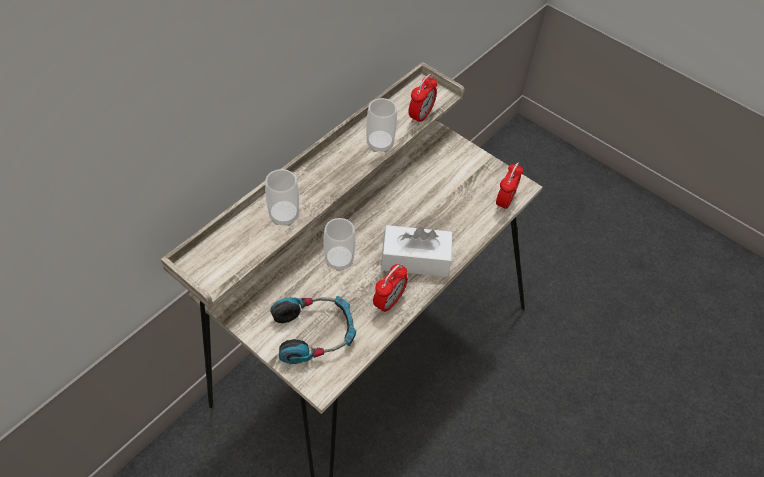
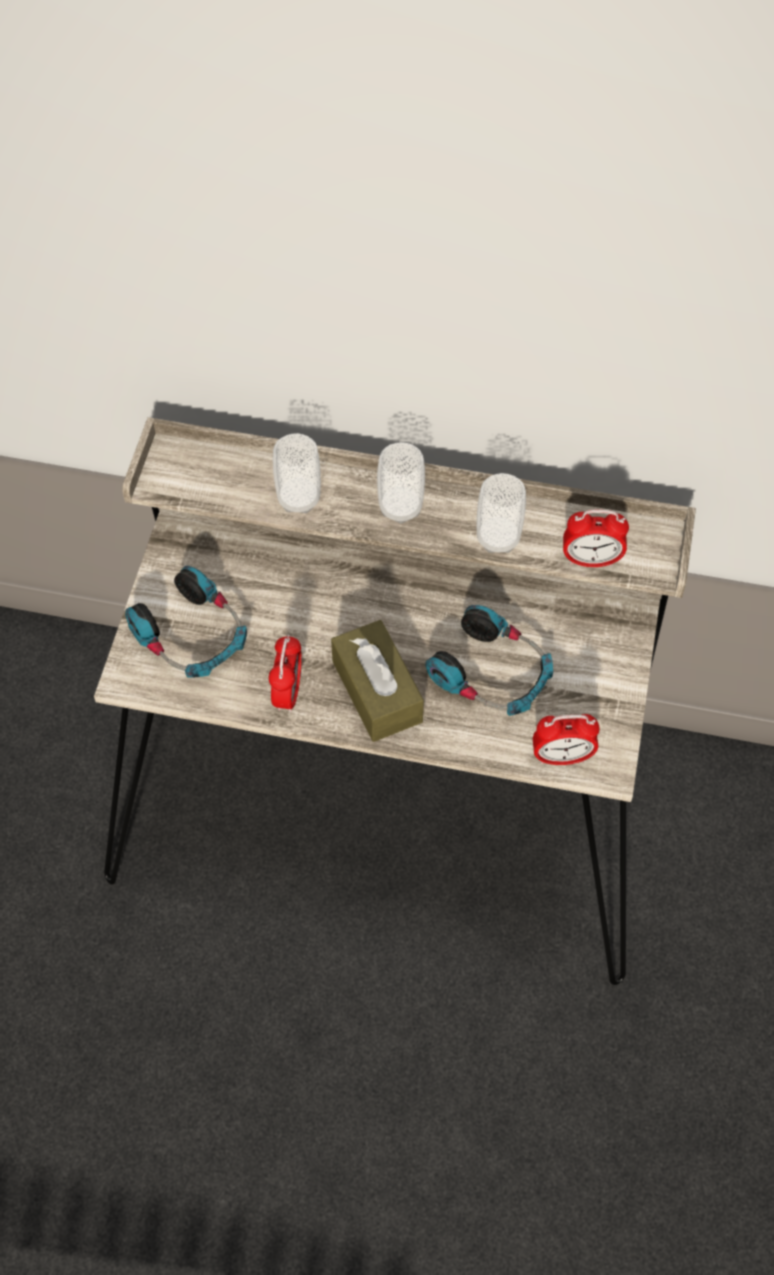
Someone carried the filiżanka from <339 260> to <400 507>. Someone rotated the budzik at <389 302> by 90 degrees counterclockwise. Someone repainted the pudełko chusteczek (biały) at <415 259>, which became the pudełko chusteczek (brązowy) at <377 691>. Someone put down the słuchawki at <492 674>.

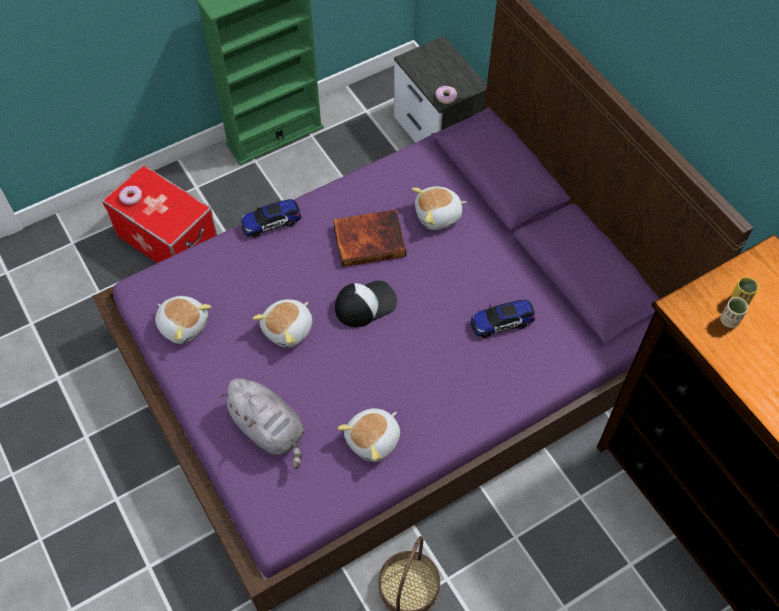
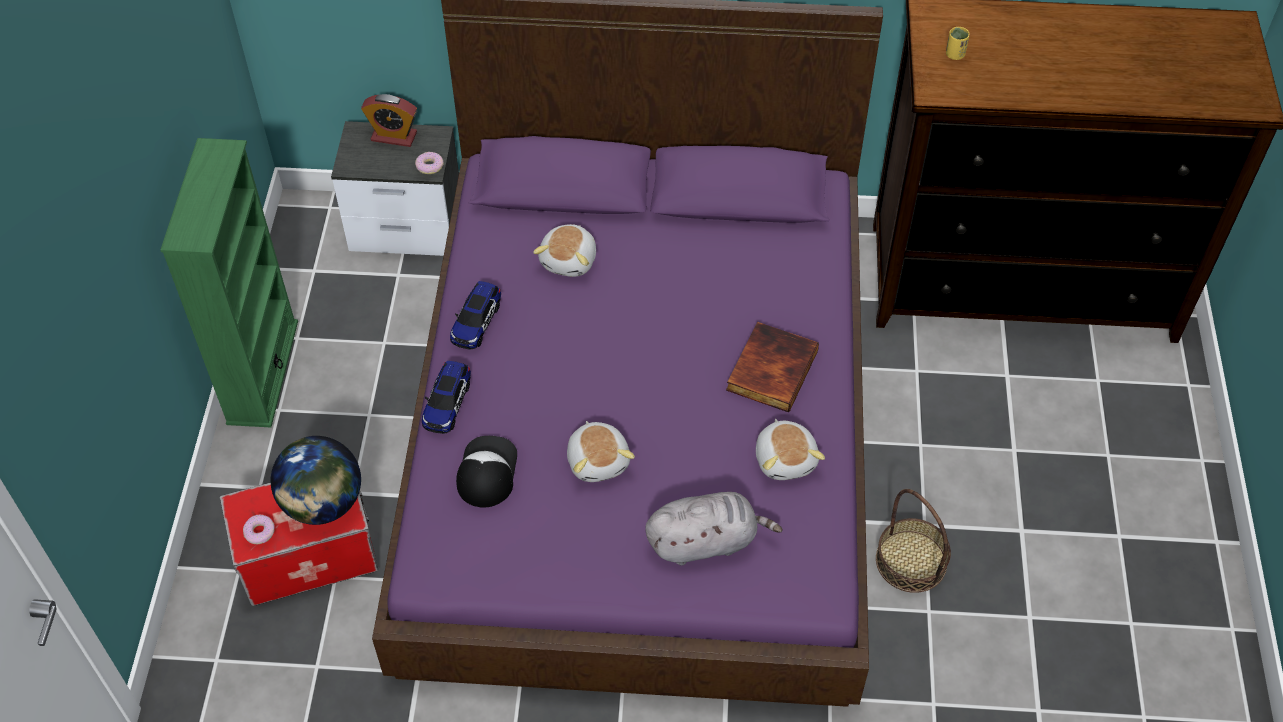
Someone took away the pluszak at <183 324>. Someone carried the książka from <369 239> to <770 369>. Someone carried the czapka z daszkiem from <365 304> to <486 472>. Someone carried the samochodzik from <501 322> to <476 322>. Someone took away the filiżanka (beżowy) at <729 320>. Someone put down the globus at <323 504>. Someone put down the budzik at <394 136>.

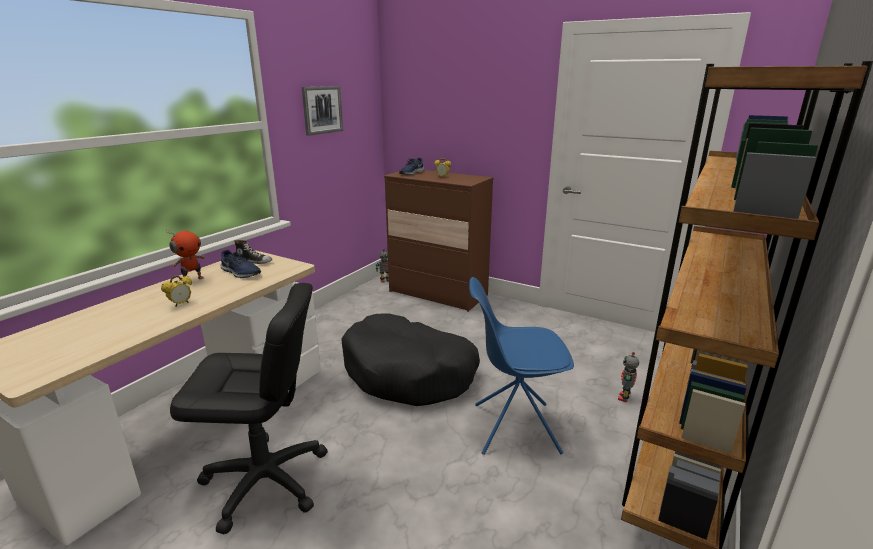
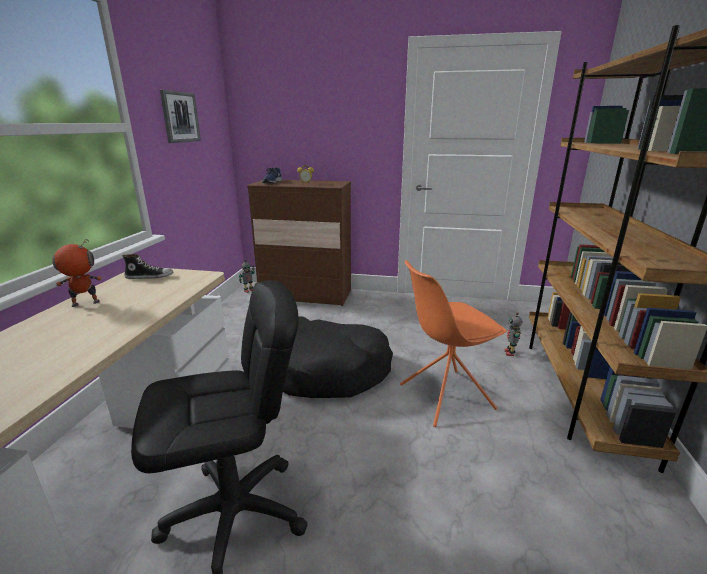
Someone took away the budzik at <181 304>. Someone rotated the robot zabawkowy at <192 280> by 135 degrees counterclockwise. Someone took away the but (niebieski) at <240 273>. Someone repainted the krzesło (niebieski) at <513 428>, which became the krzesło (pomarańczowy) at <444 397>.

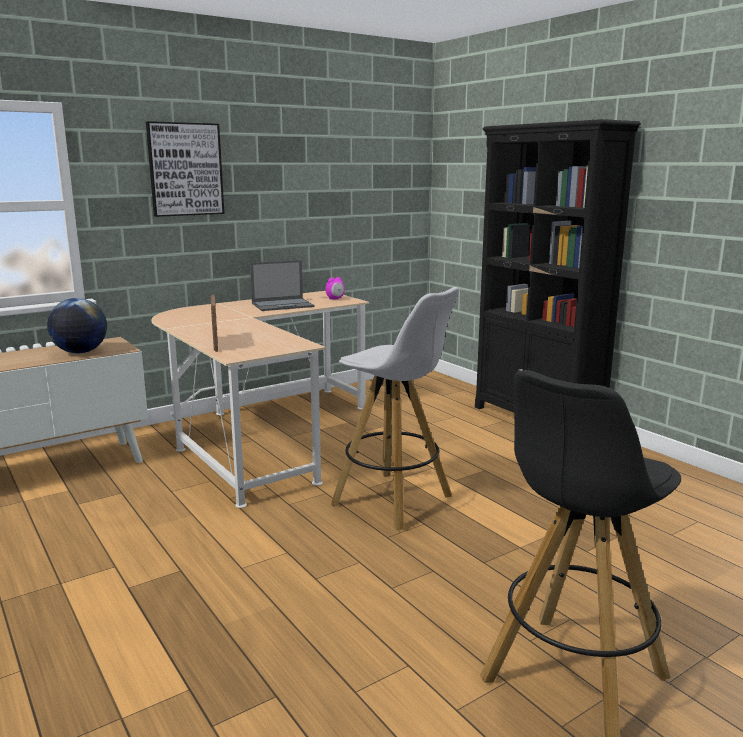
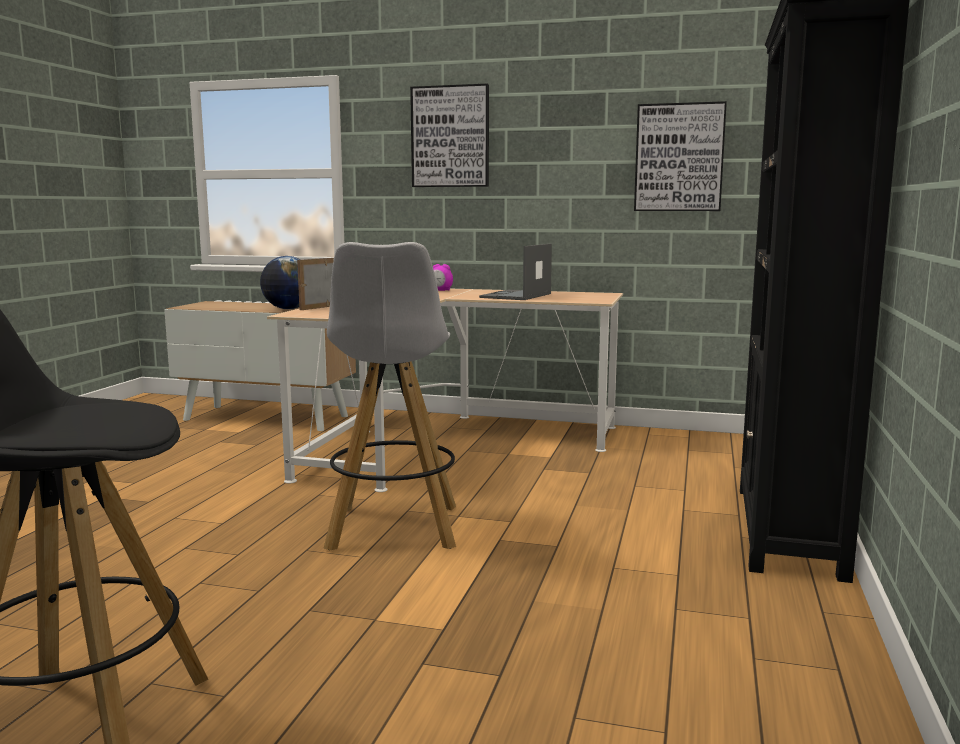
Someone rotated the laptop at <283 305> by 90 degrees clockwise. Someone carried the budzik from <335 299> to <441 290>. Someone put up the obraz at <679 158>.

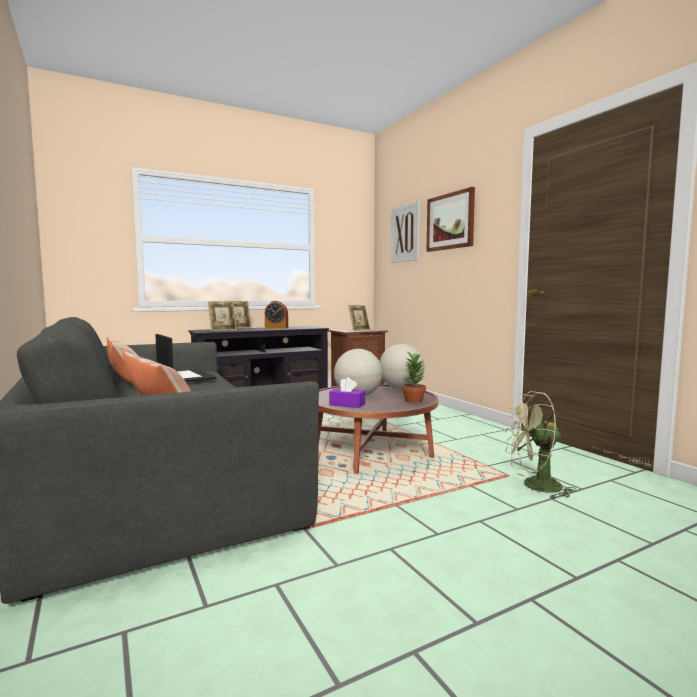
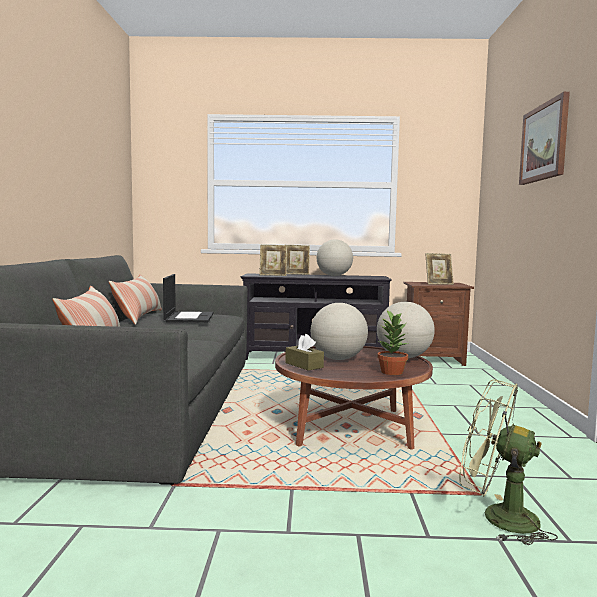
Someone swapped the budzik at <276 328> for the globus at <334 276>. Someone repainted the pudełko chusteczek (fioletowy) at <347 404>, which became the pudełko chusteczek (brązowy) at <304 365>. Someone took away the obraz at <405 233>.

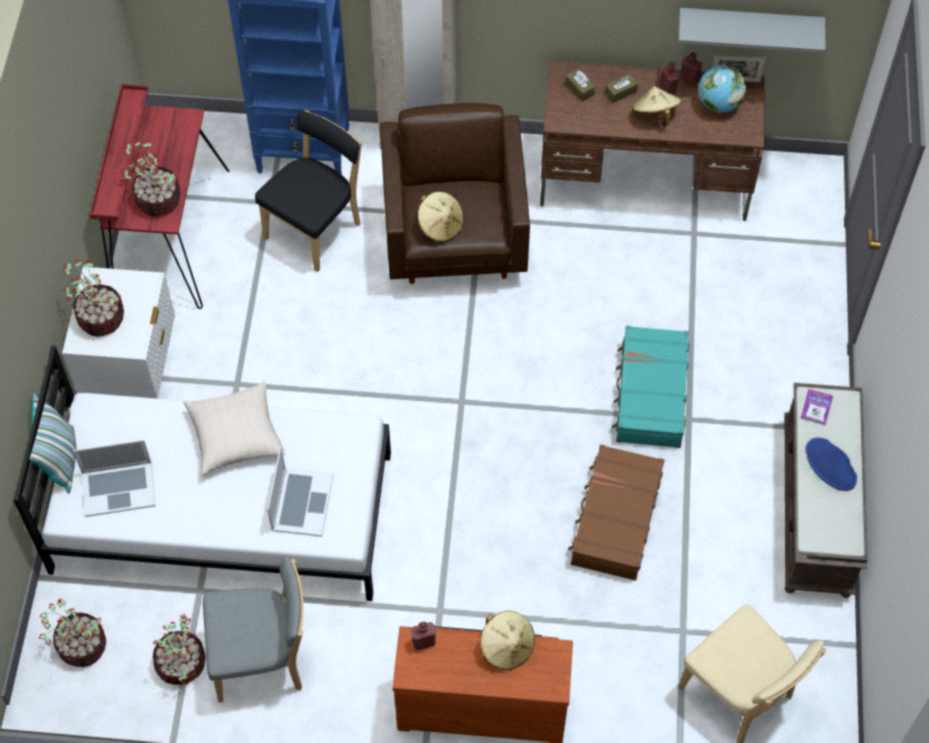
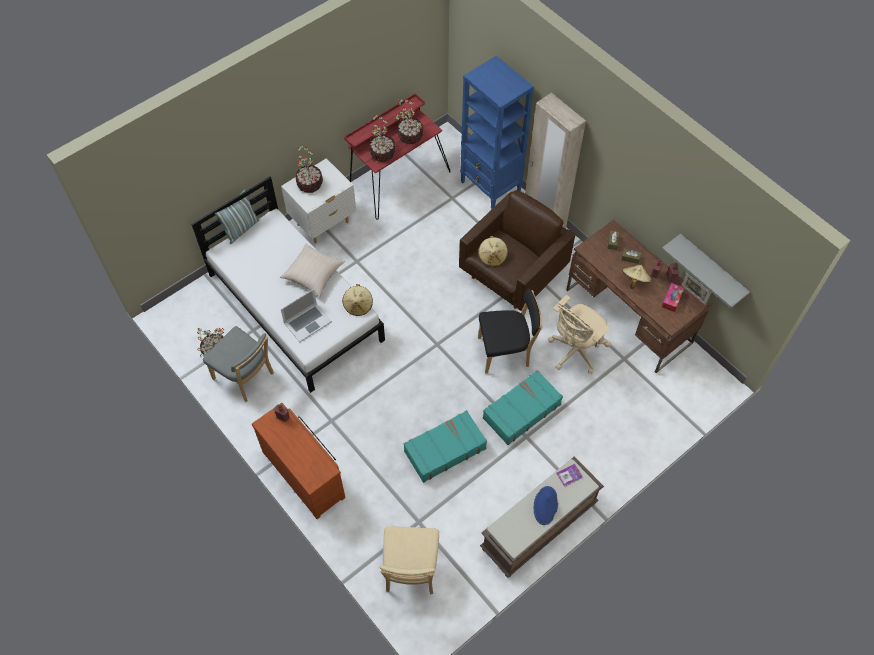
Someone carried the roślina doniczkowa from <80 646> to <409 135>. Someone took away the laptop at <118 488>. Someone carried the krzesło (czarny) from <316 228> to <506 352>. Someone carried the kapelusz (beżowy) from <507 647> to <358 305>. Someone repainted the walizka (brązowy) at <615 519>, which became the walizka (turkusowy) at <444 449>. Someone swapped the globus at <718 104> for the pudełko chusteczek at <672 299>. Someone put down the krzesło biurowe (beżowy) at <575 351>.

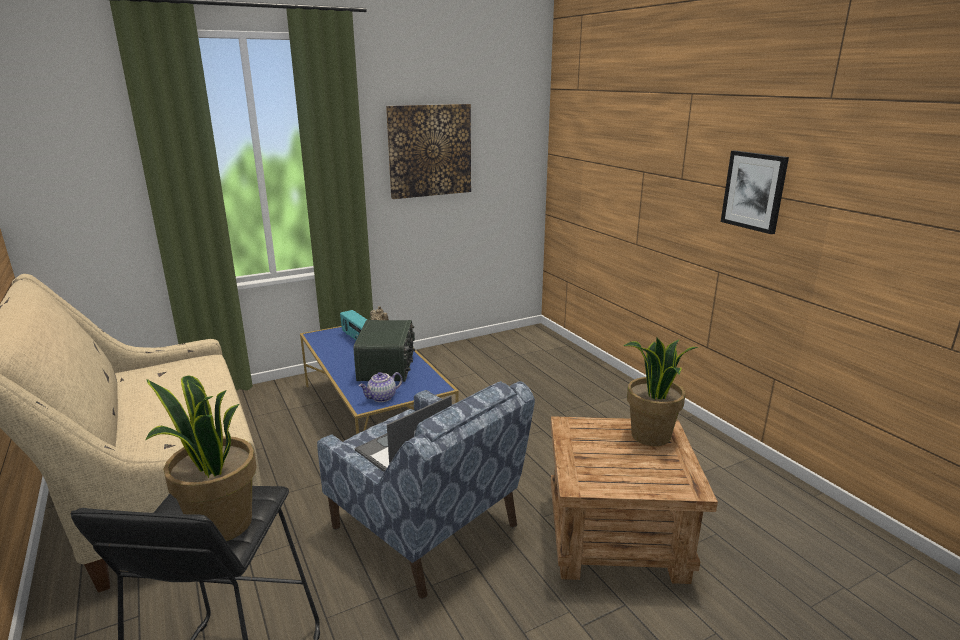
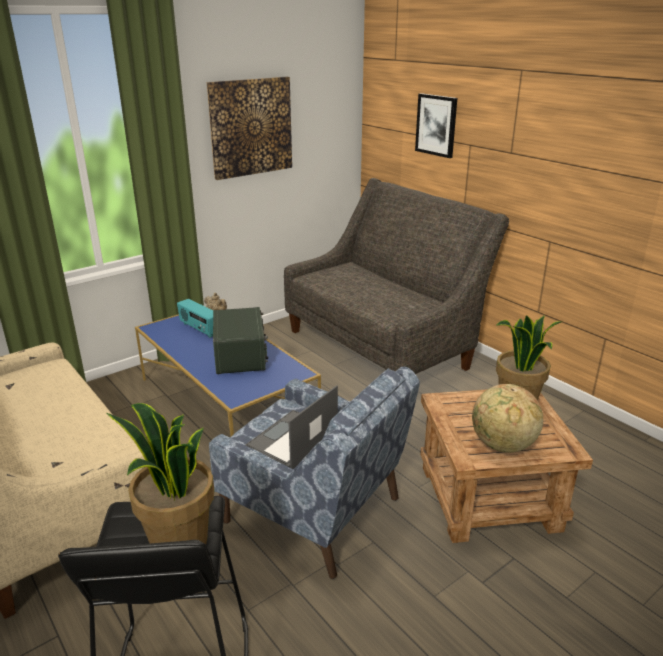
Someone took away the imbryk at <382 398>. Someone carried the obraz from <754 191> to <436 125>. Someone put down the kanapa (szary) at <383 346>. Someone put down the globus at <502 445>.

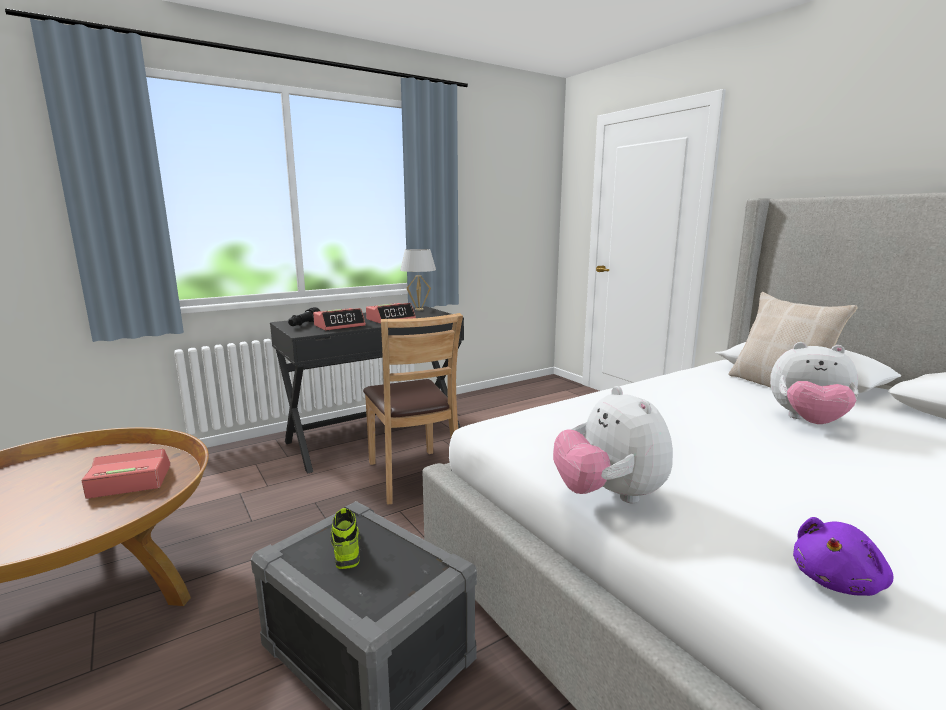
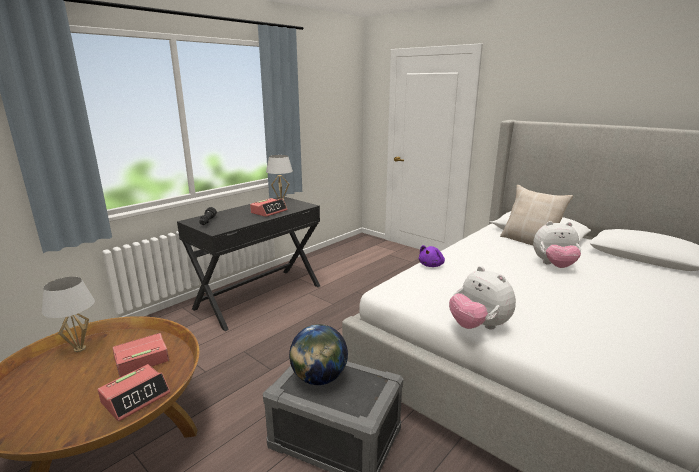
Someone carried the budzik from <340 326> to <136 398>. Someone swapped the but at <345 547> for the globus at <319 378>. Someone took away the krzesło (brązowy) at <413 476>. Someone carried the pluszak (fioletowy) from <837 581> to <431 265>. Someone put down the lampa stołowa (biały) at <80 349>.

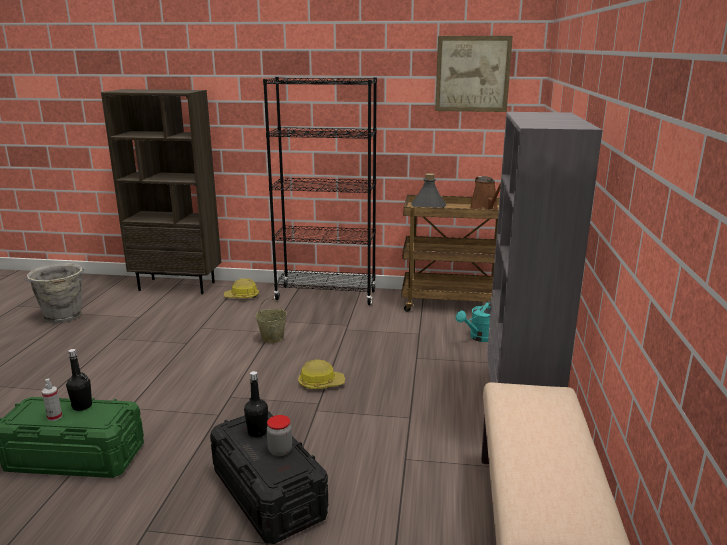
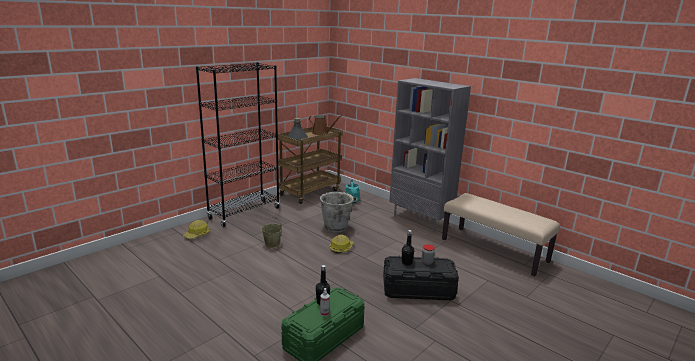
Someone carried the wiadro (szary) from <63 316> to <337 227>. Someone took away the regał (brązowy) at <178 286>. Someone took away the obraz at <472 74>.

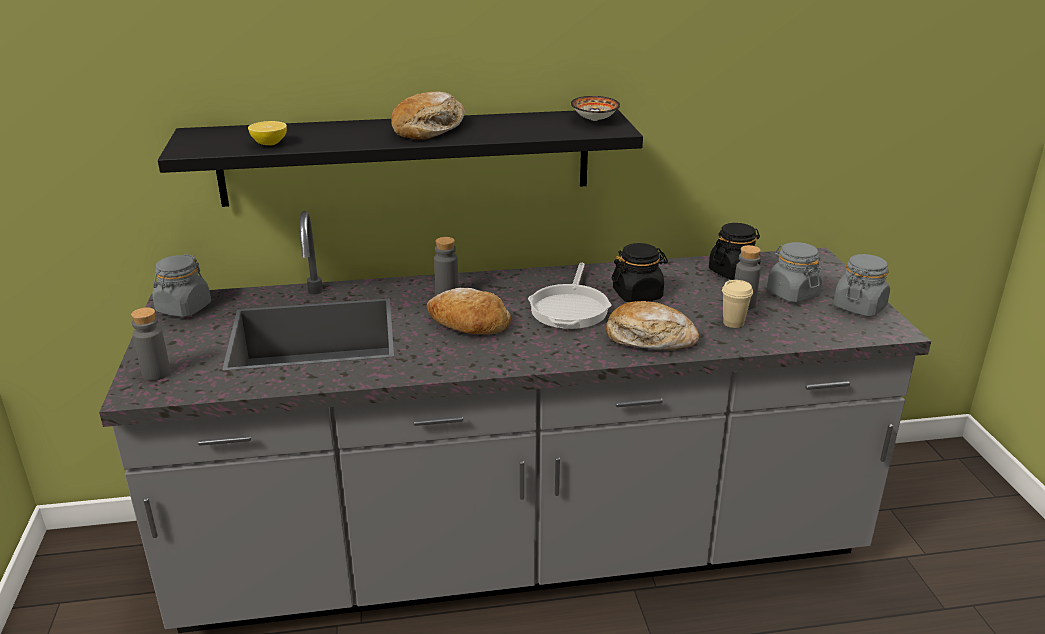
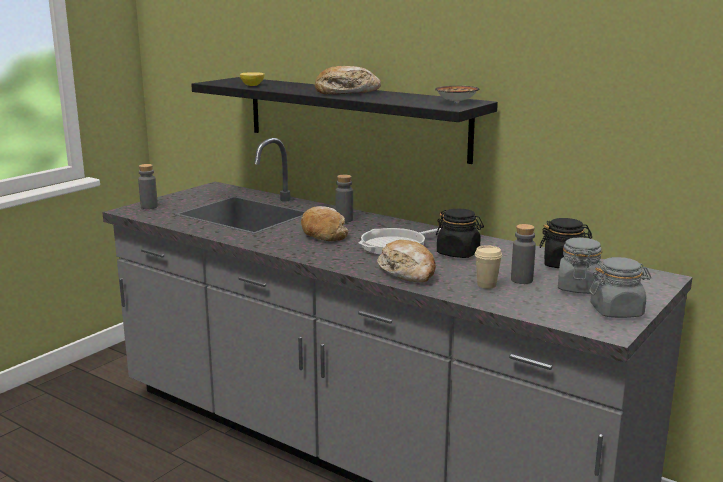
Someone took away the słoik (szary) at <184 308>.

